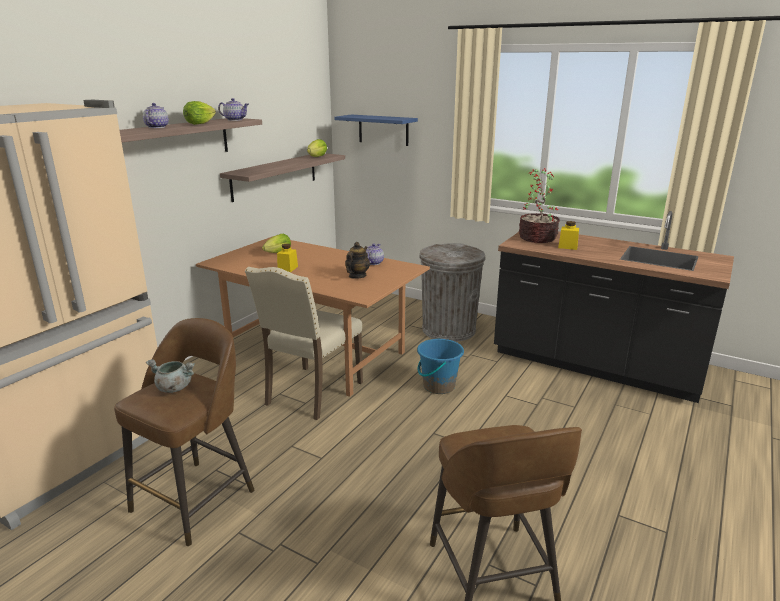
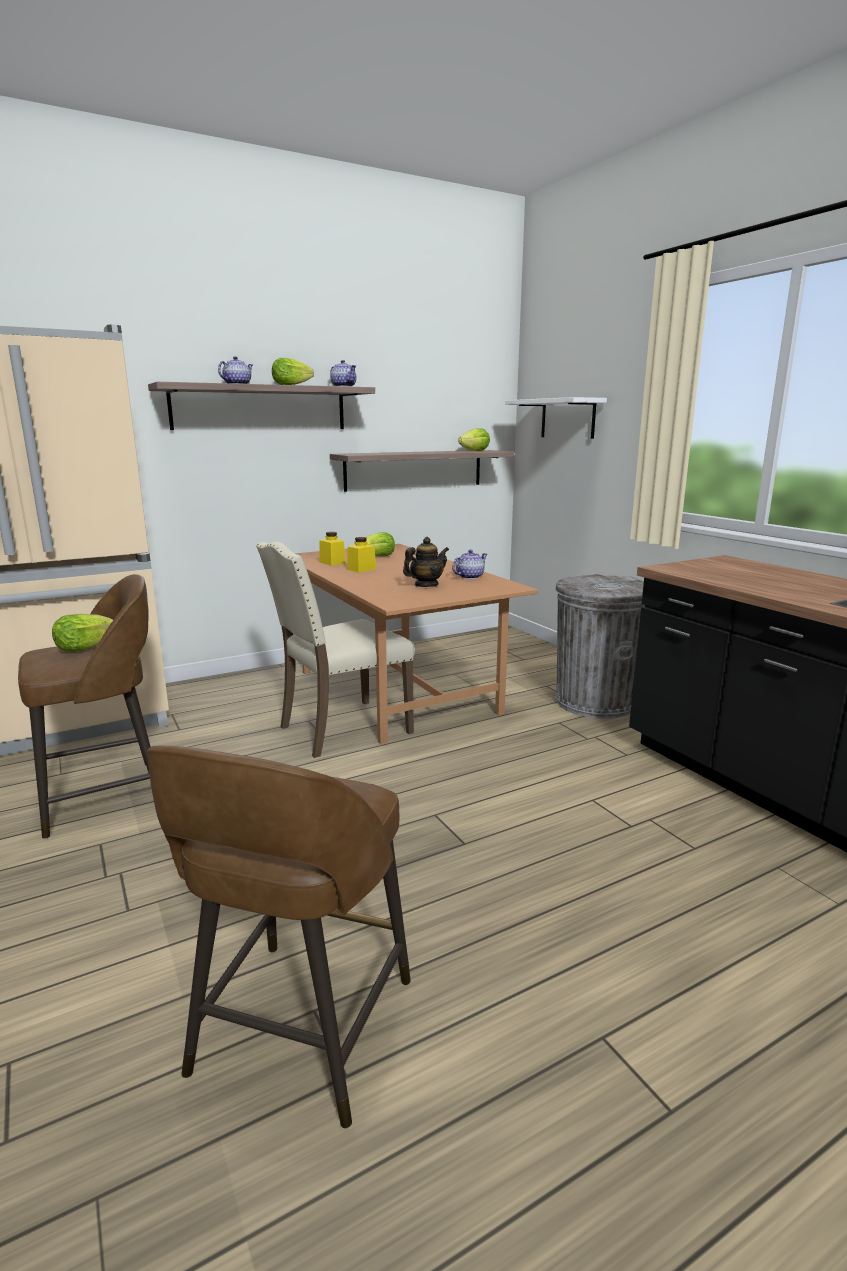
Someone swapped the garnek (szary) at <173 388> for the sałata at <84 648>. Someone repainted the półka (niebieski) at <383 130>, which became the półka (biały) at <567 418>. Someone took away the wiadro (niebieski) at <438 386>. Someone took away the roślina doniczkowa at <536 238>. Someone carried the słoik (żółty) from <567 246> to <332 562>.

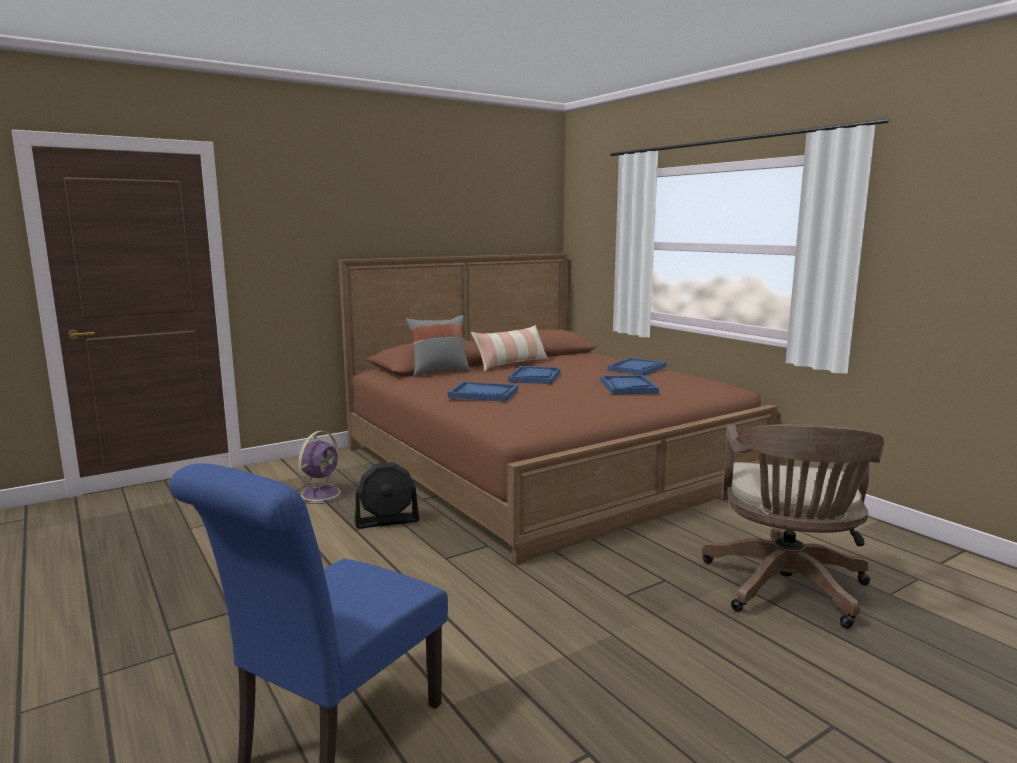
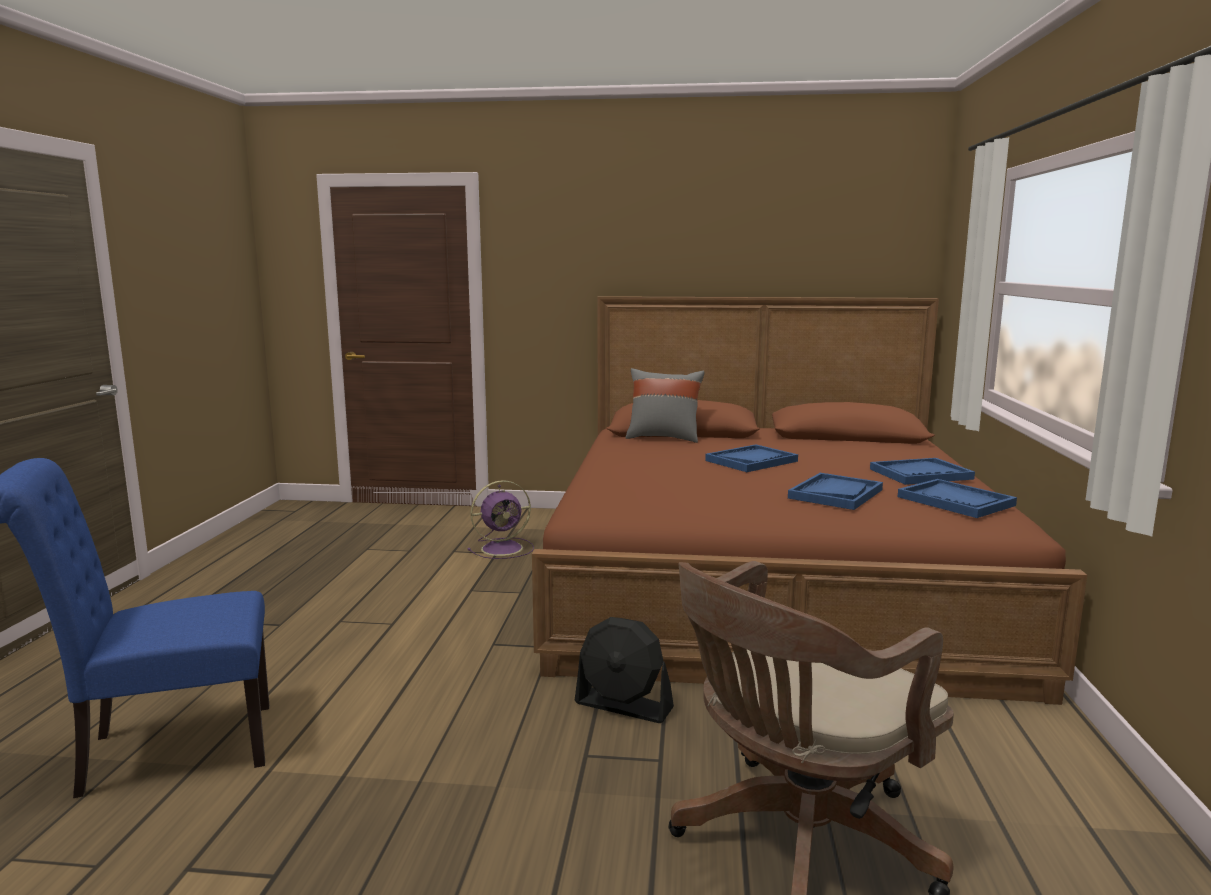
Someone carried the wentylator (czarny) from <387 521> to <624 706>. Someone carried the taca (niebieski) from <483 394> to <956 501>. Someone took away the poduszka at <511 364>.

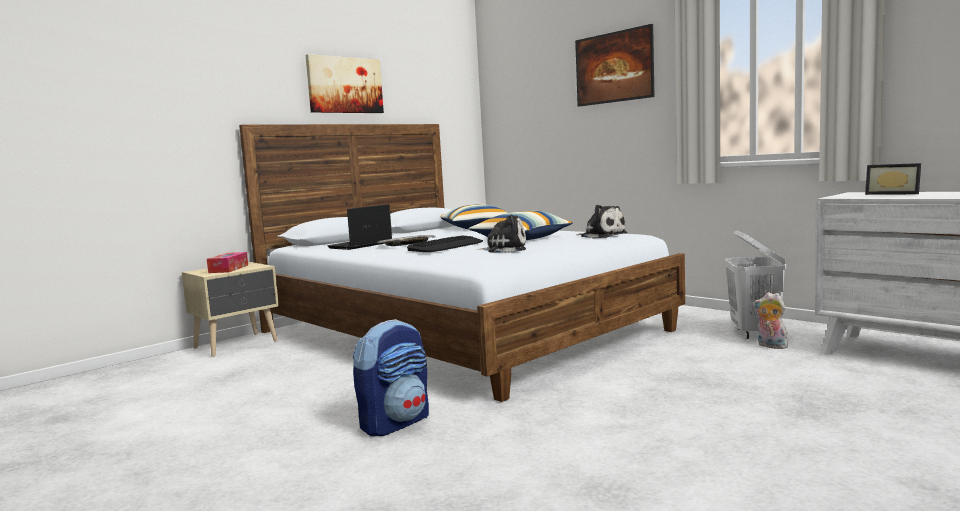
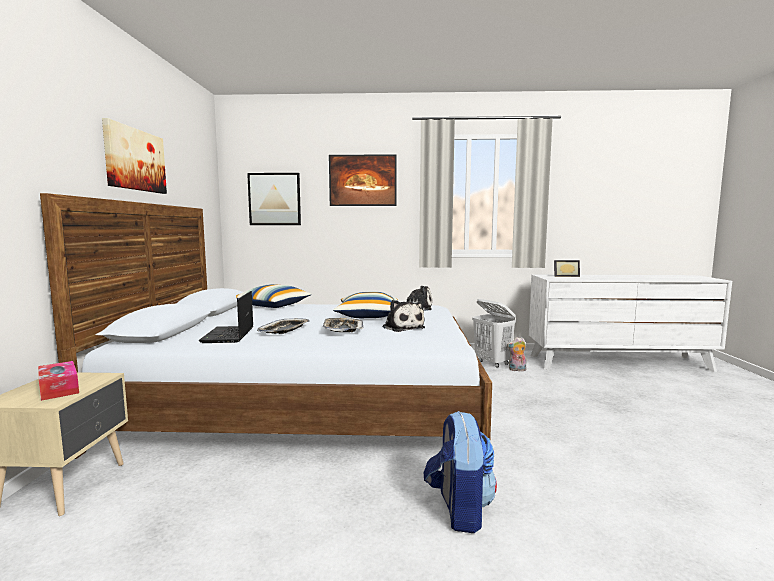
Someone swapped the klawiatura at <446 246> for the taca at <342 329>. Someone rotated the pluszak at <503 250> by 105 degrees clockwise. Someone put up the obraz at <274 199>.

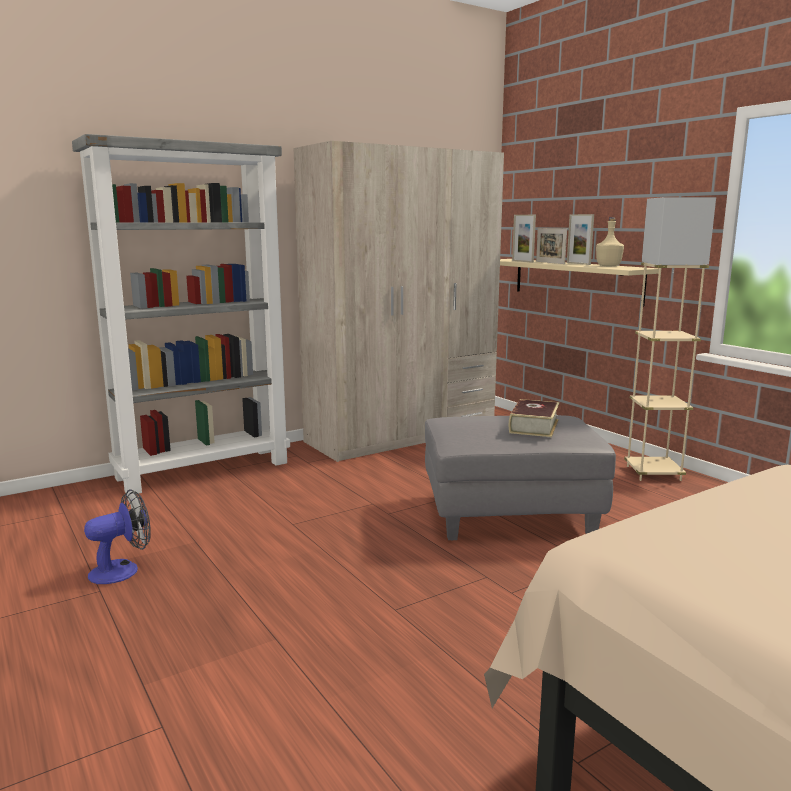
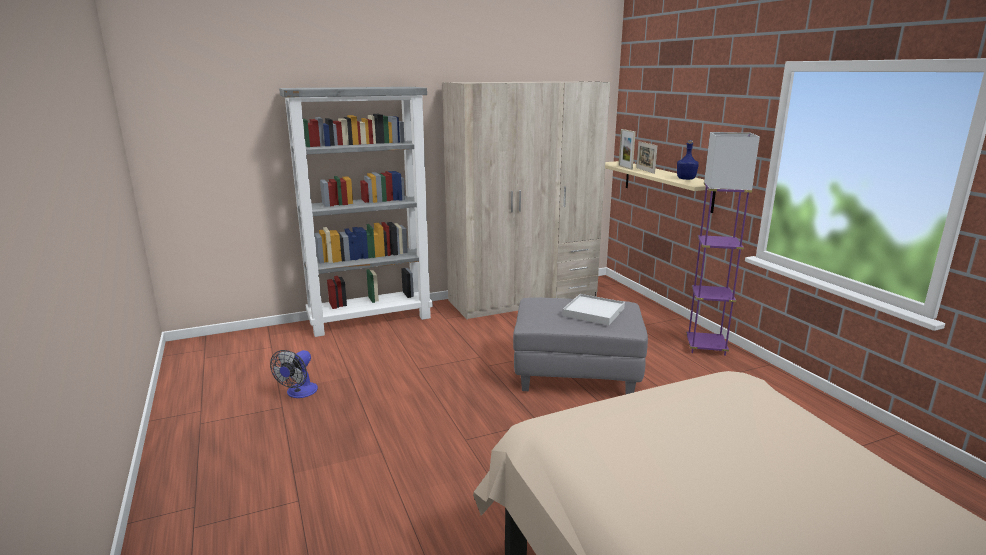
Someone rotated the wentylator at <122 570> by 135 degrees clockwise. Someone swapped the książka at <534 426> for the taca (biały) at <593 312>. Someone took away the ramka na zdjęcie at <578 263>. Someone repainted the butelka (beżowy) at <608 266>, which became the butelka (niebieski) at <686 179>. Someone repainted the lampa stojąca (beżowy) at <653 473>, which became the lampa stojąca (fioletowy) at <706 347>.

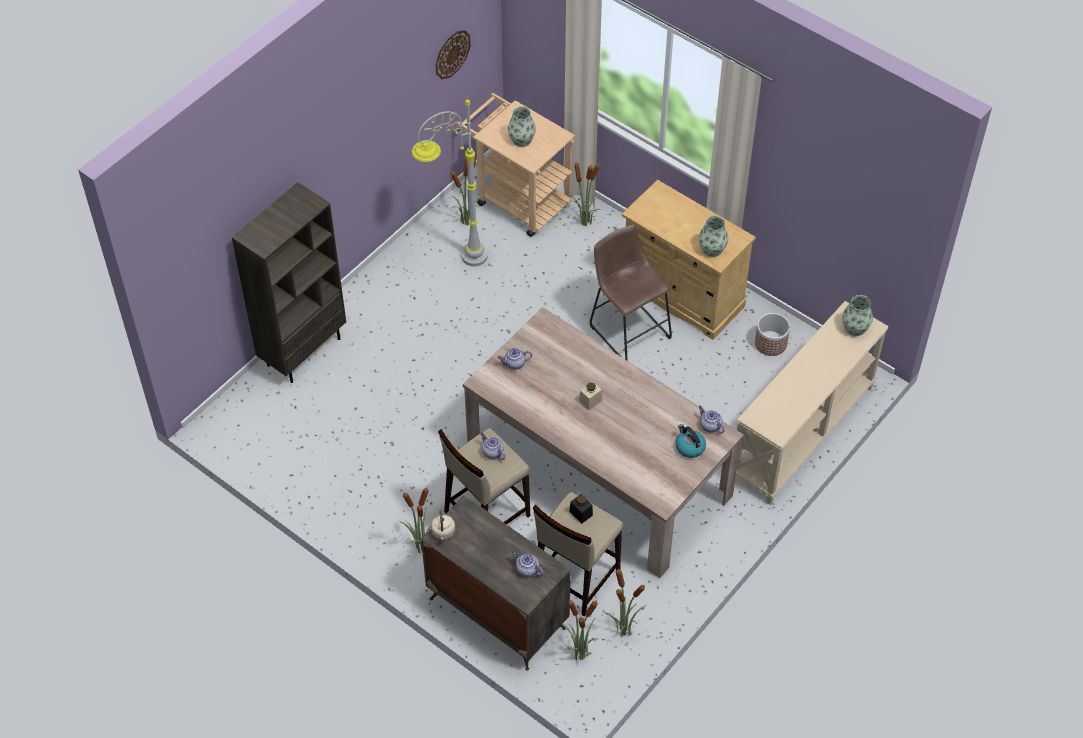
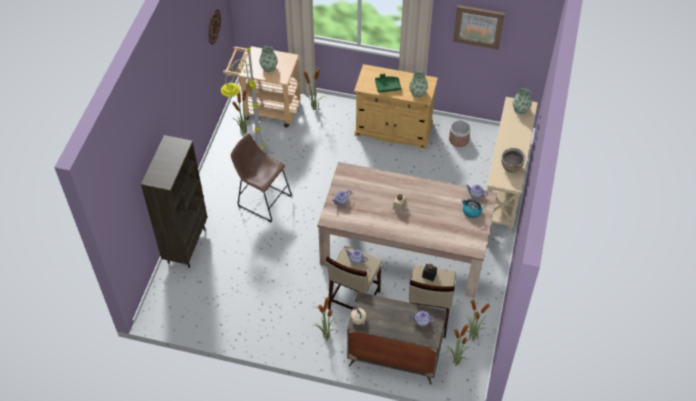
Someone carried the stołek (brązowy) from <627 328> to <262 199>. Someone put down the taca (zielony) at <387 86>. Someone put up the obraz at <478 26>. Someone put down the garnek (brązowy) at <511 167>.

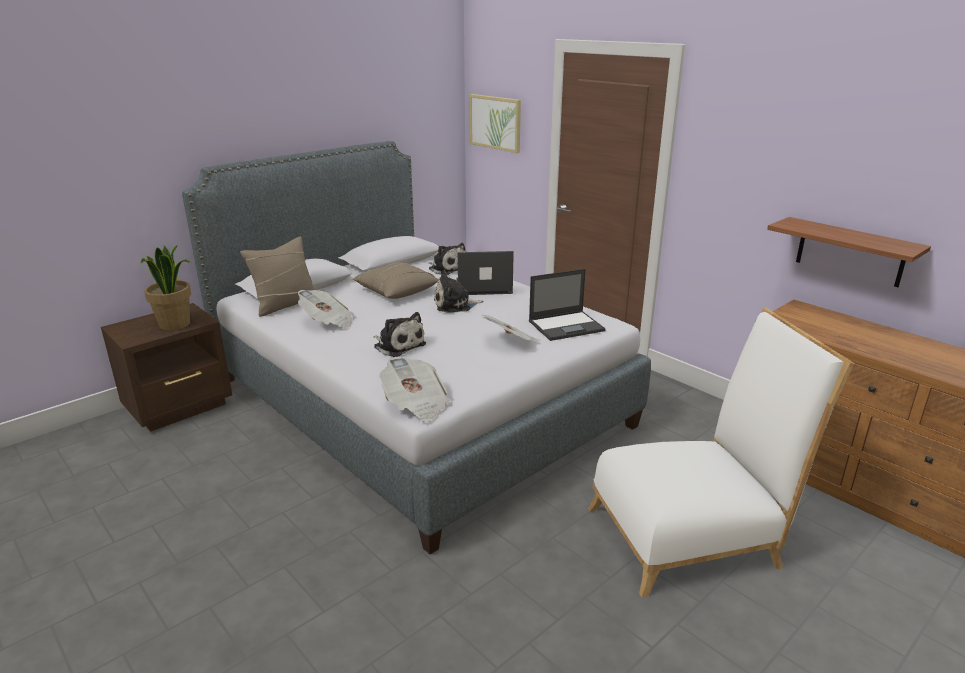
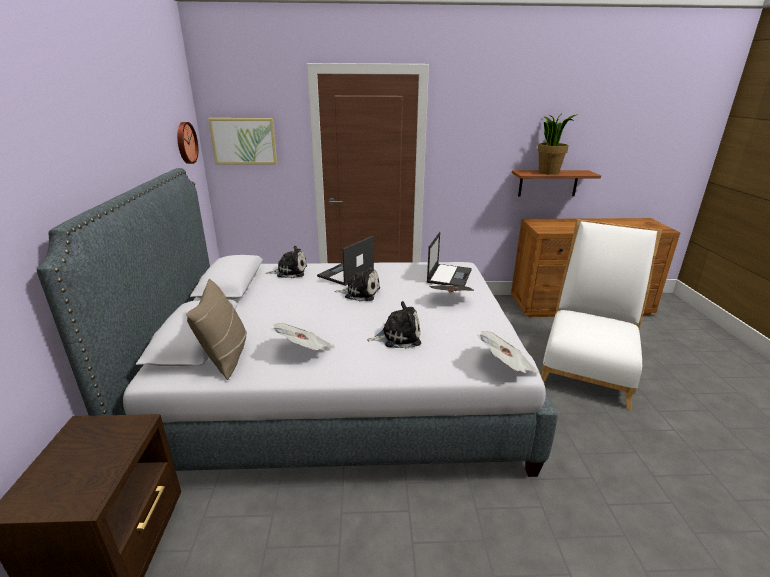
Someone carried the roślina doniczkowa from <175 324> to <549 172>. Someone took away the poduszka (beżowy) at <396 291>. Someone rotated the pluszak at <455 305> by 105 degrees counterclockwise. Someone put up the zegar ścienny at <185 143>.

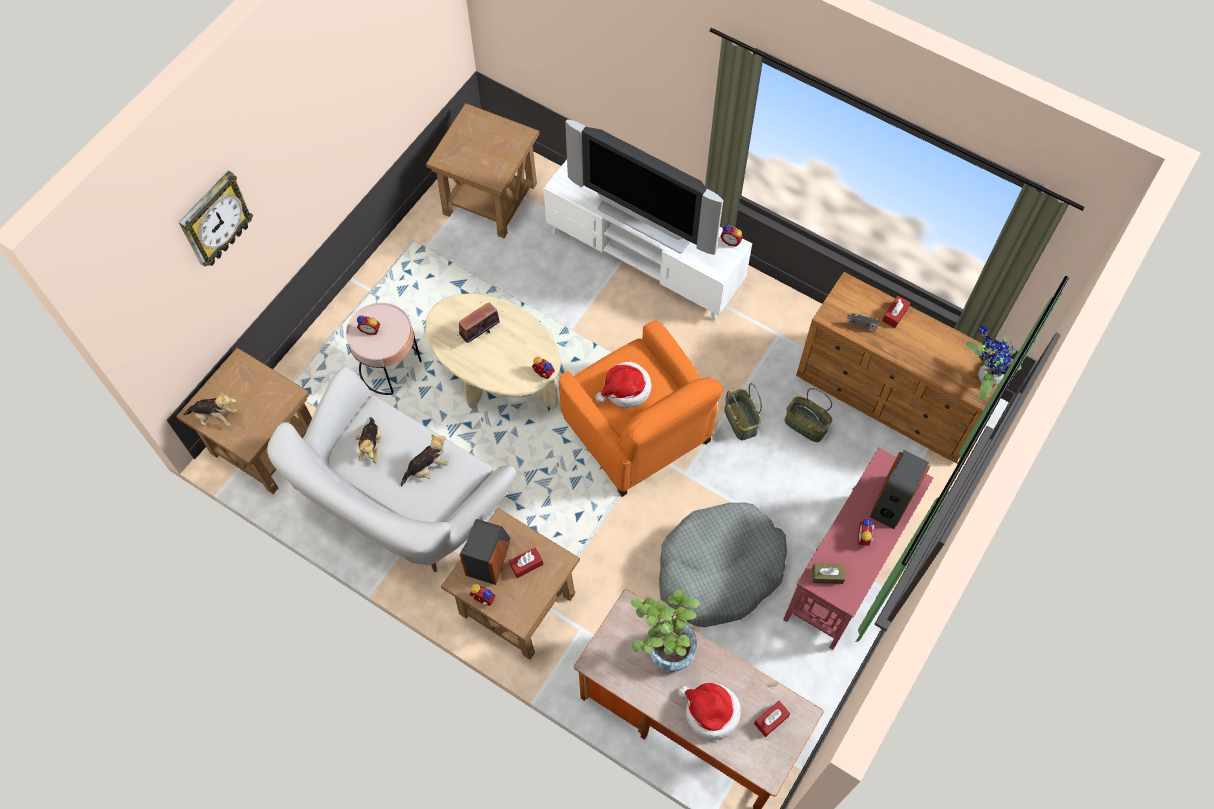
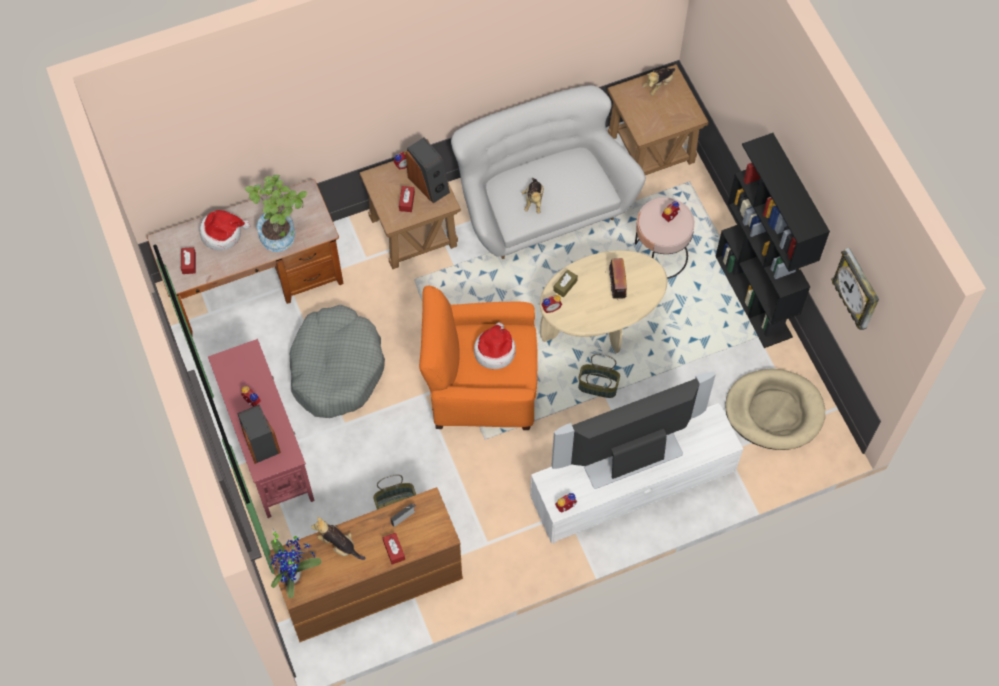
Someone carried the zegar ścienny from <215 220> to <857 290>. Someone carried the pluszak from <371 446> to <339 545>. Someone swapped the stolik (brązowy) at <490 199> for the legowisko (beżowy) at <774 411>. Someone carried the koszyk from <741 421> to <597 386>. Someone carried the pudełko chusteczek (brązowy) from <827 575> to <565 285>. Someone put down the regał (czarny) at <754 297>.

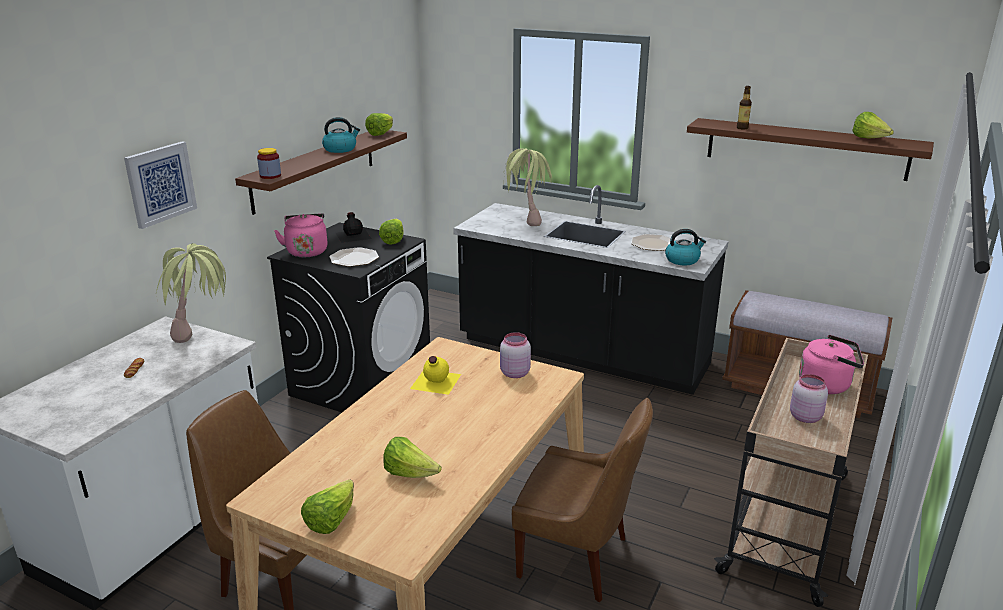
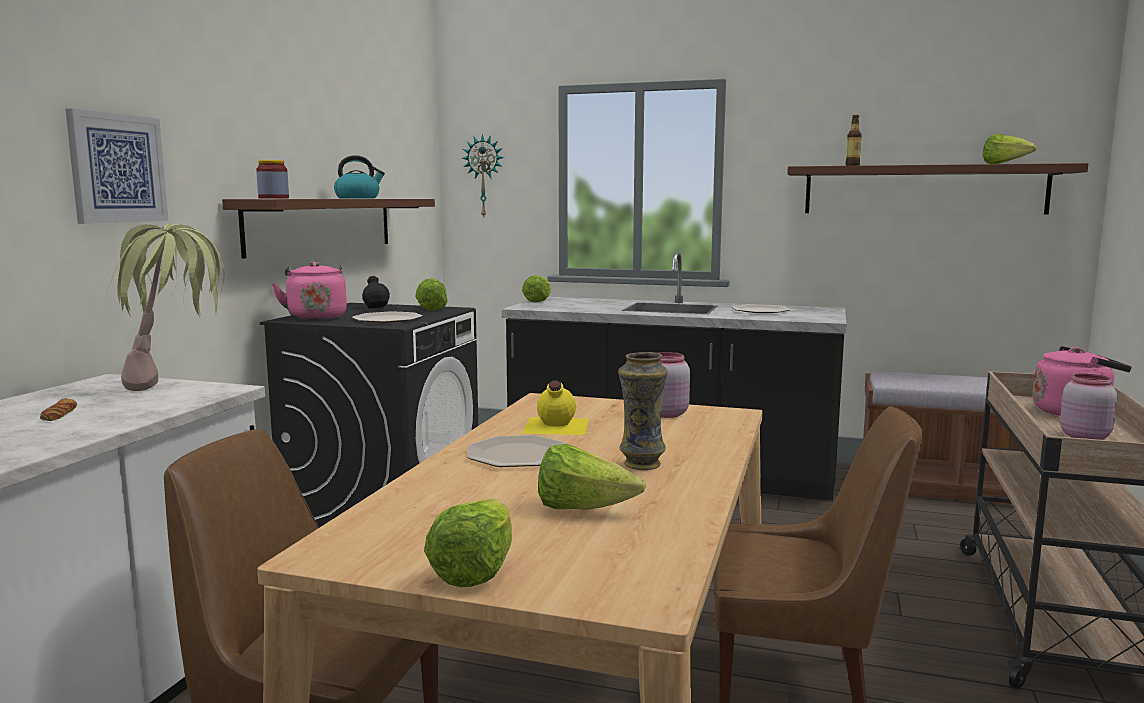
Someone carried the sałata from <381 133> to <538 301>. Someone took away the roślina doniczkowa at <526 220>. Someone took away the czajnik at <682 260>. Someone put up the zegar ścienny at <484 176>. Someone put down the talerz at <518 454>. Someone put down the wazon at <641 464>.

